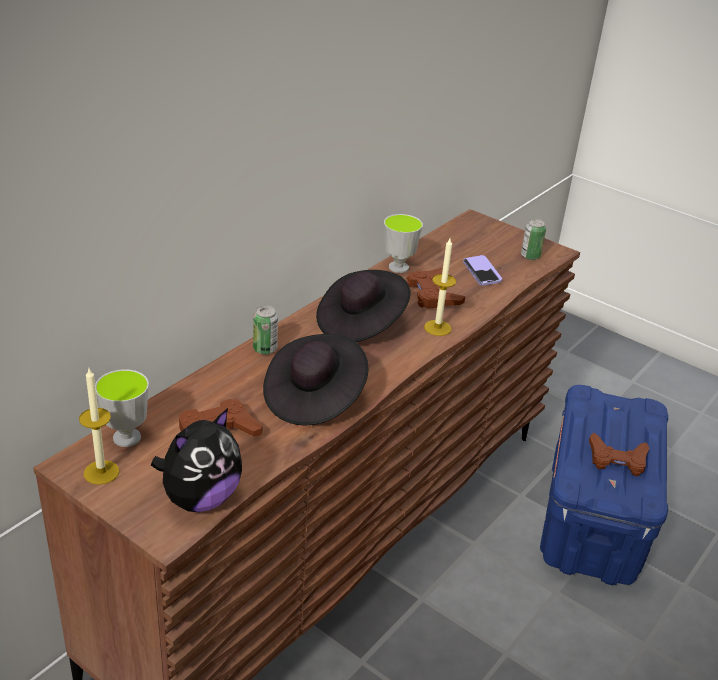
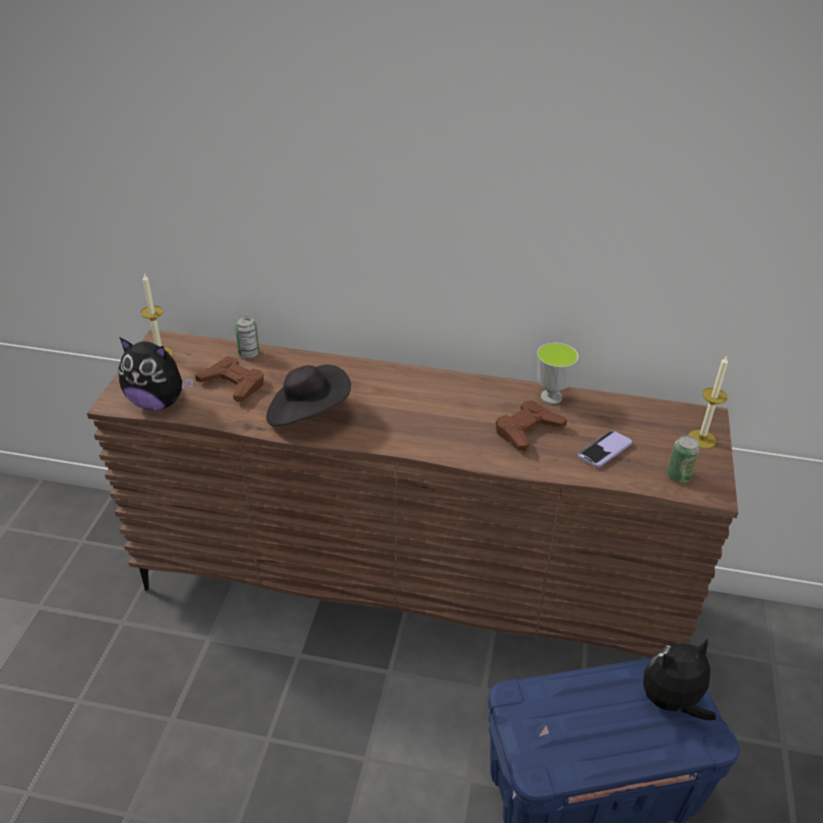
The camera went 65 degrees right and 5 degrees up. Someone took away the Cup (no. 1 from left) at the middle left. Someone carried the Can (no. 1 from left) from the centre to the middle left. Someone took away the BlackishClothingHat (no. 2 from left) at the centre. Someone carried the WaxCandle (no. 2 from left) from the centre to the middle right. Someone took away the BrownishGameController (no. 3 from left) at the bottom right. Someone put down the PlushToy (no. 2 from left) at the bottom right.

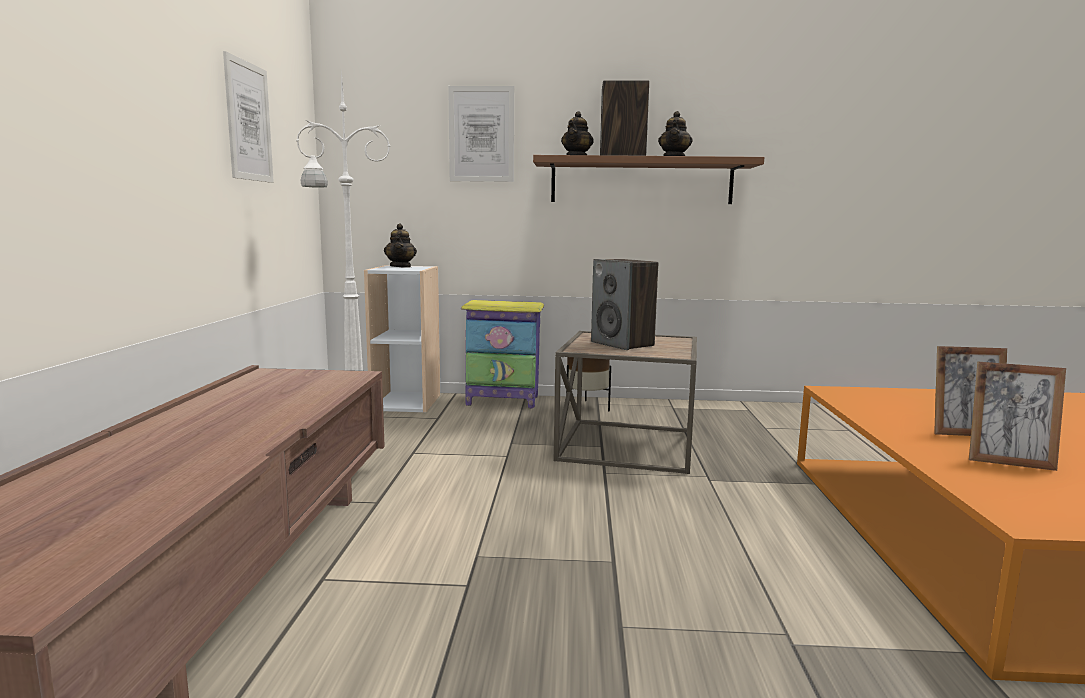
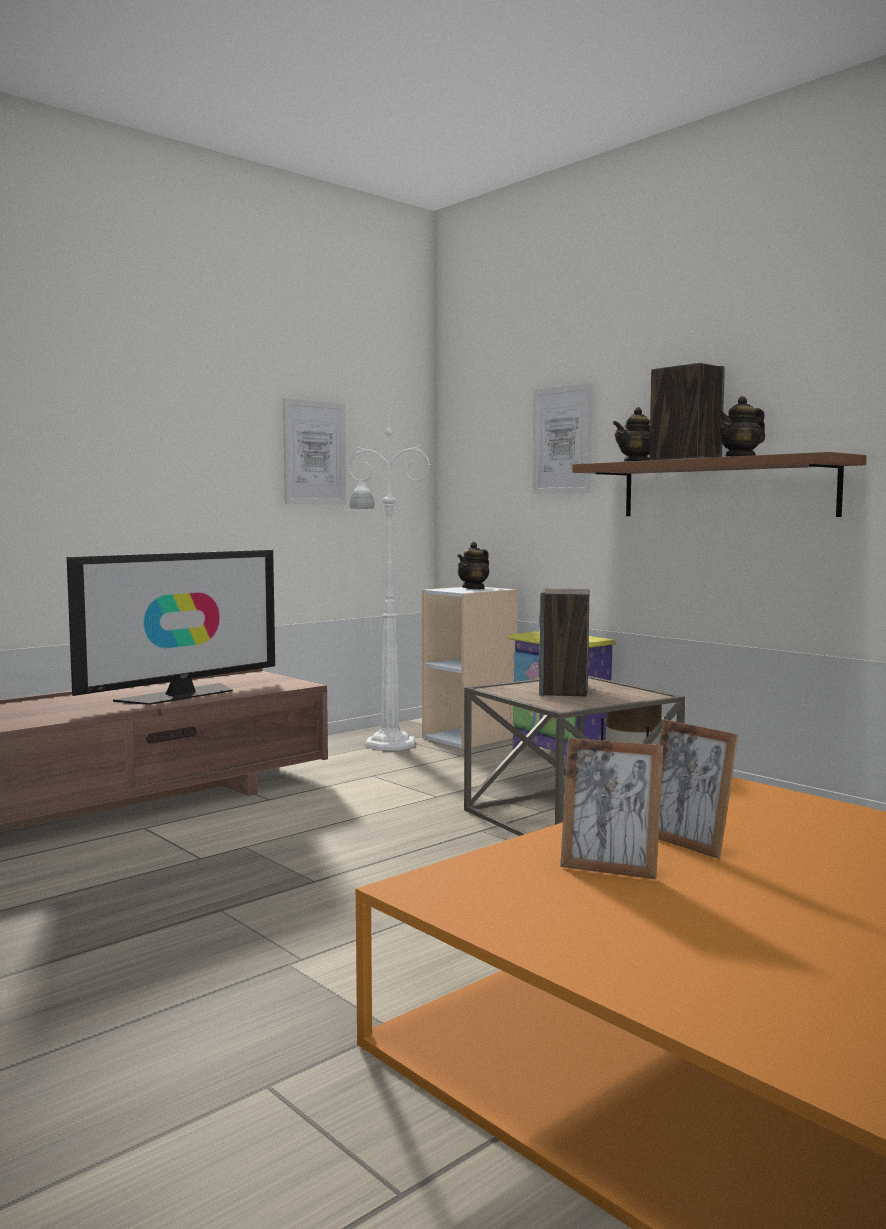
The camera went 45 degrees right and 5 degrees down. Someone rotated the PhotoFrame (no. 2 from left in the first image) at the middle right by 45 degrees counterclockwise. Someone put down the TvSet at the middle left.

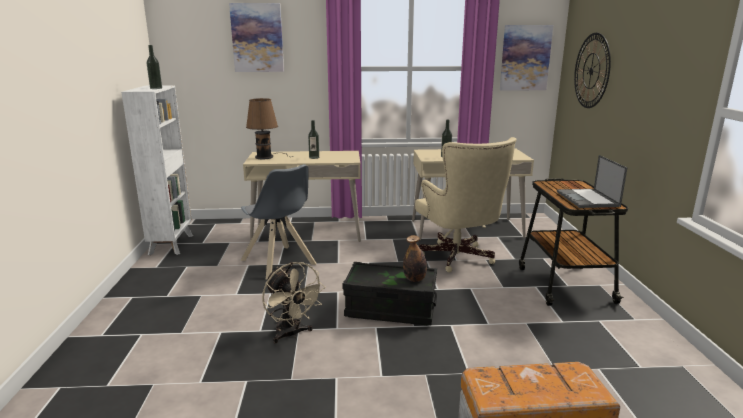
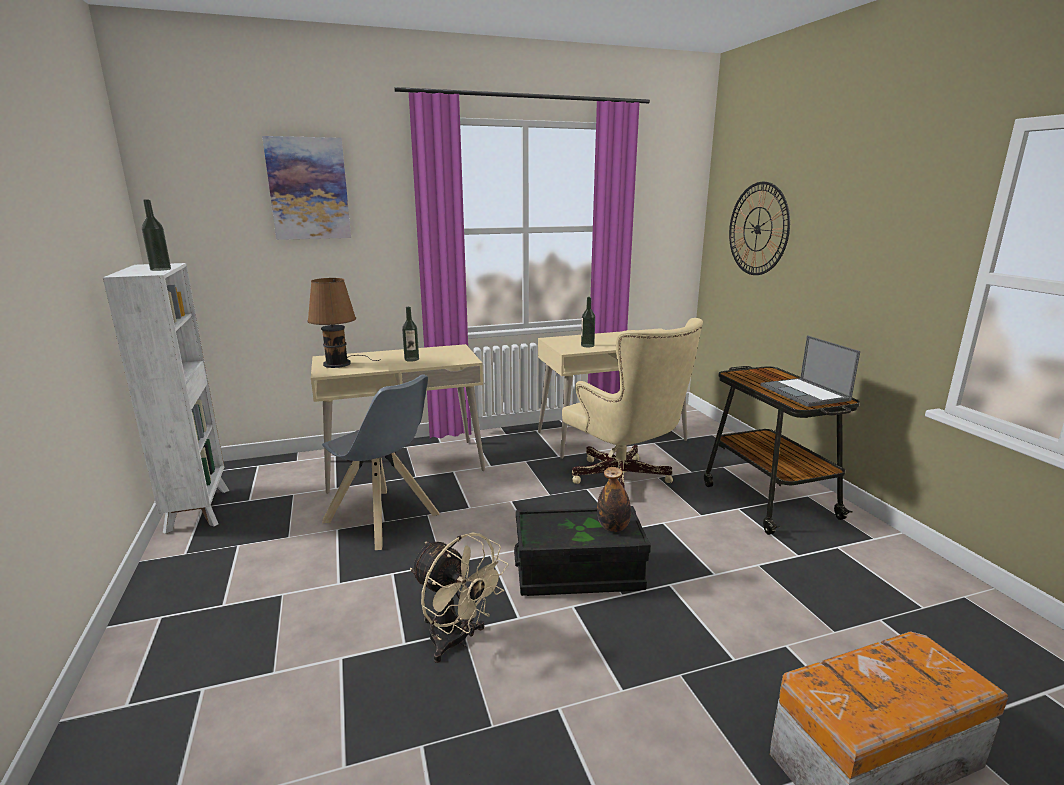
The camera went 15 degrees left and 0 degrees up. Someone took away the WallArt (no. 2 from left) at the top right.

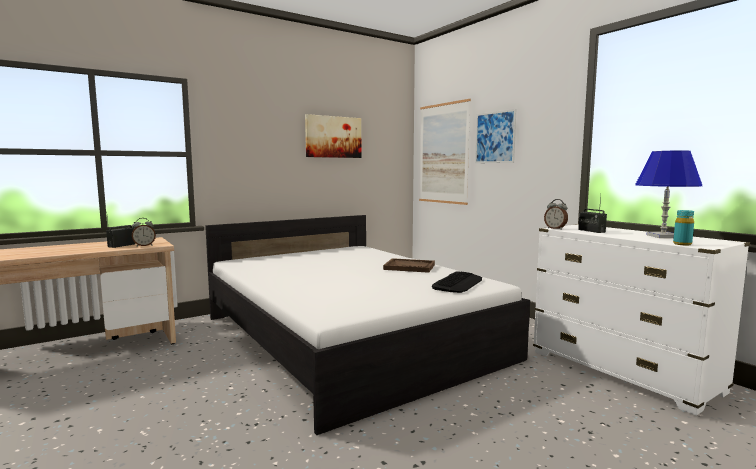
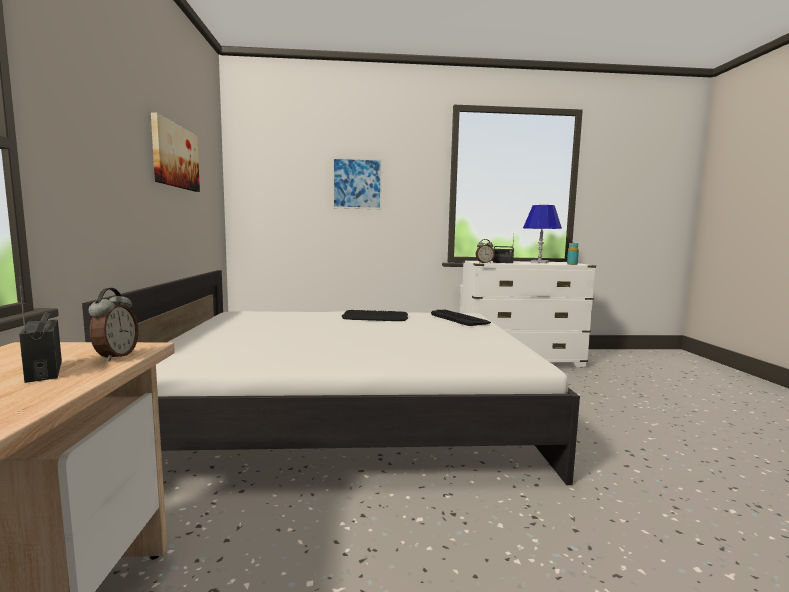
The camera went 60 degrees left and 0 degrees up. Someone swapped the BrownishTray at the centre for the PcKeyboard (no. 1 from left) at the centre. Someone took away the WallArt (no. 2 from left) at the top centre.

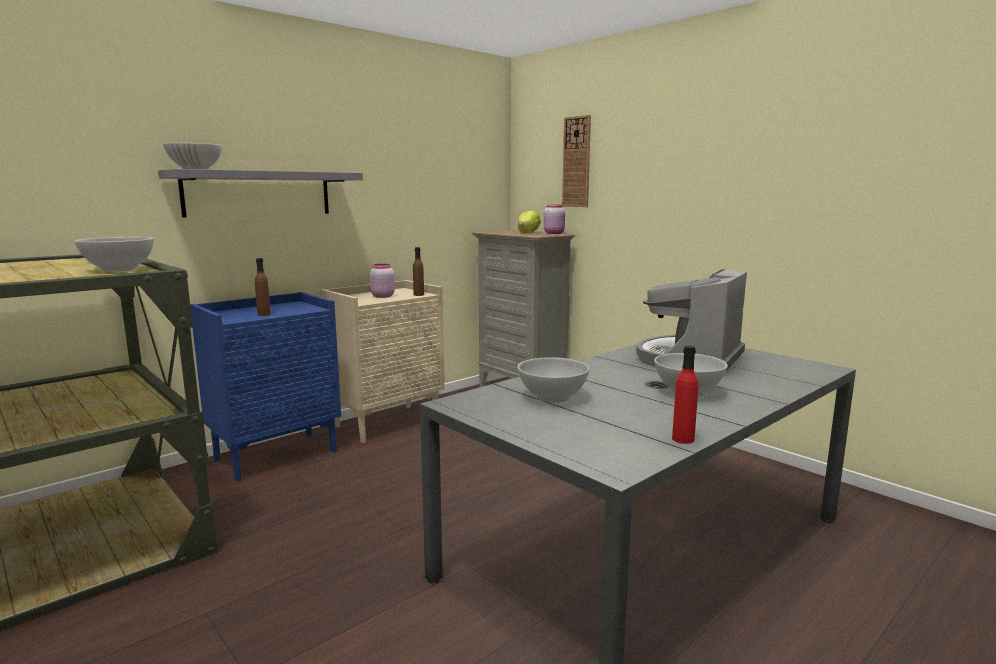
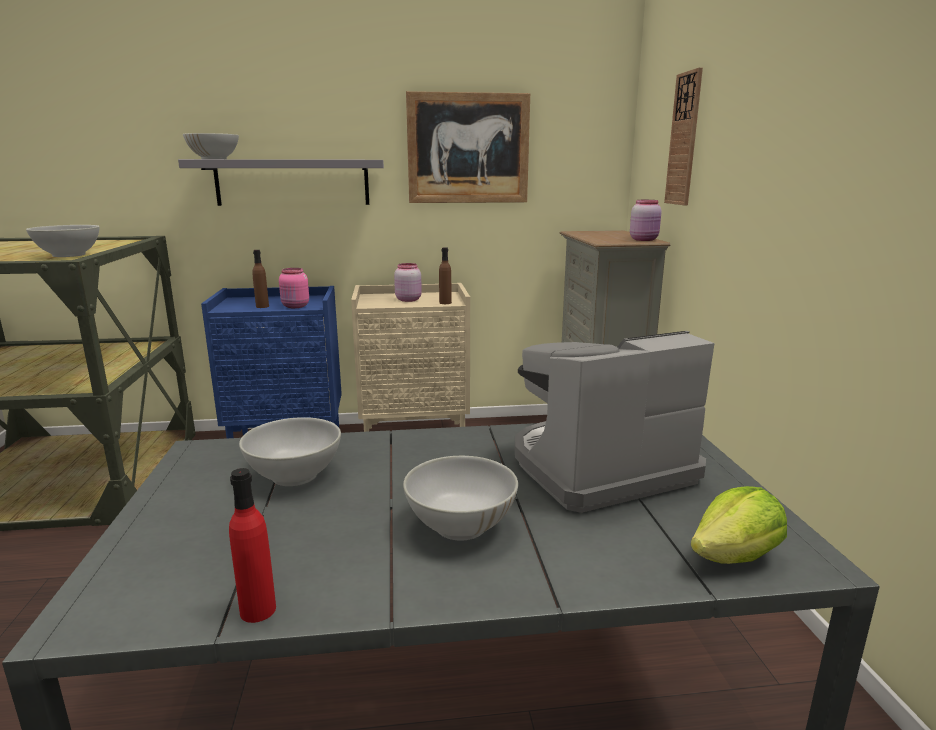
The camera went 35 degrees right and 5 degrees up. Someone carried the HeadOfLettuce from the top centre to the bottom right. Someone put down the PinkColouredPreserveJar (no. 1 from left) at the middle left. Someone put up the WallArt at the top centre.

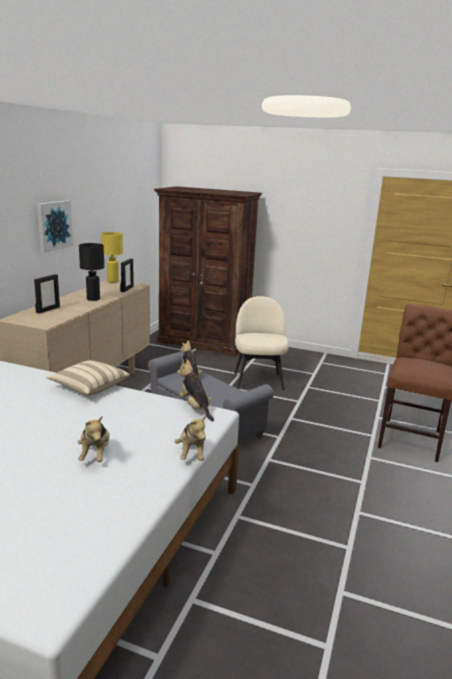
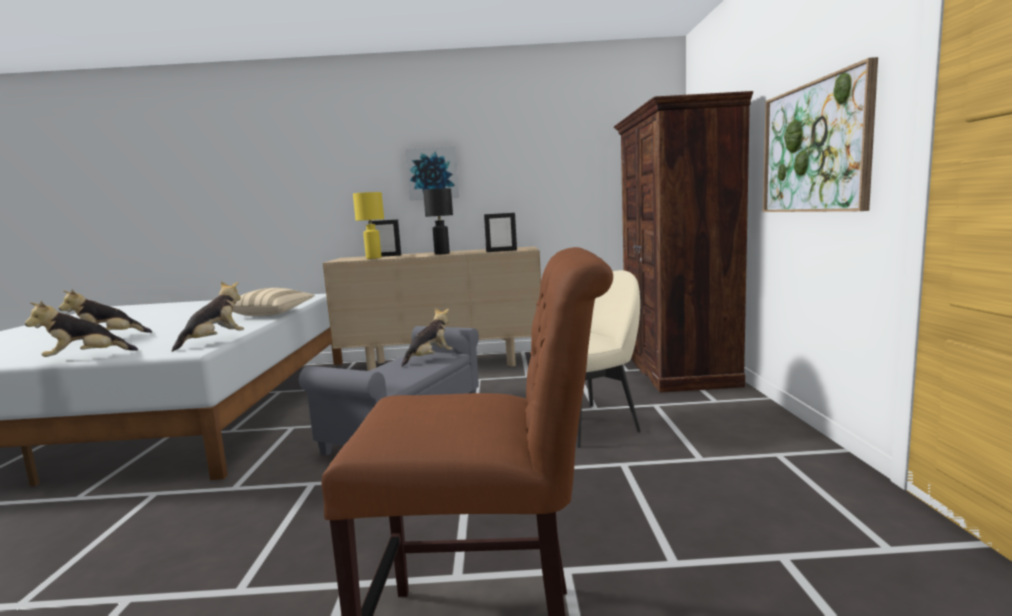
The camera went 70 degrees right and 10 degrees down. Someone carried the YellowTabletopLamp from the middle left to the centre. Someone put up the WallArt (no. 2 from left) at the top right.

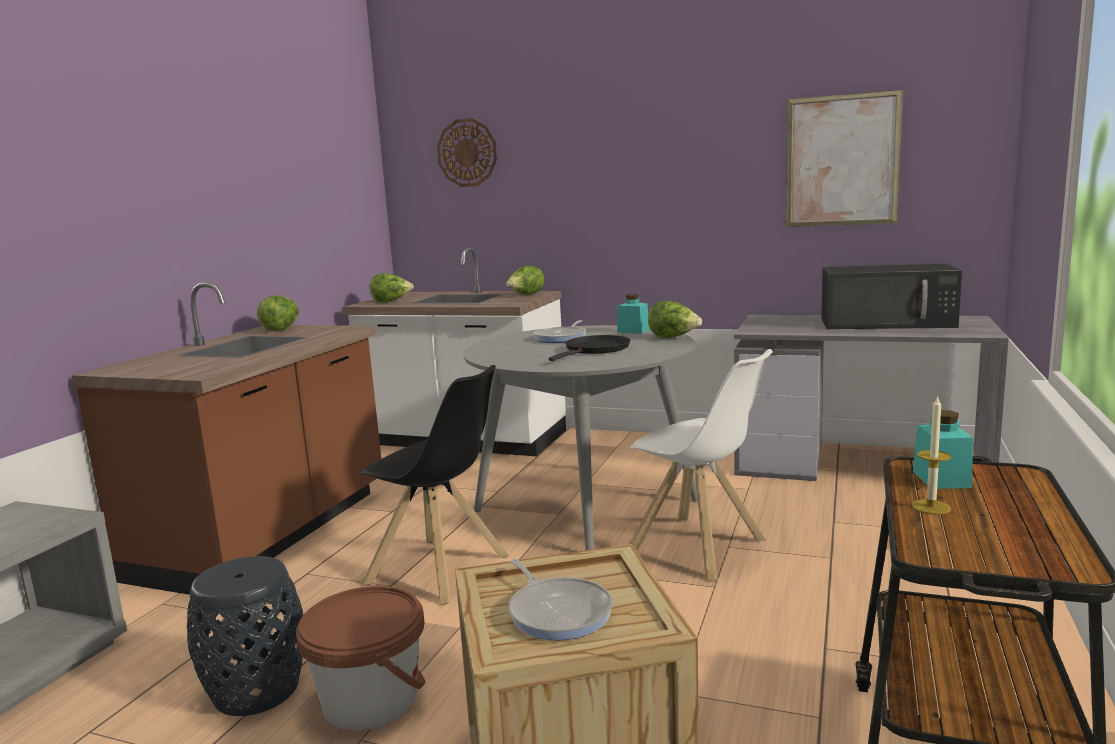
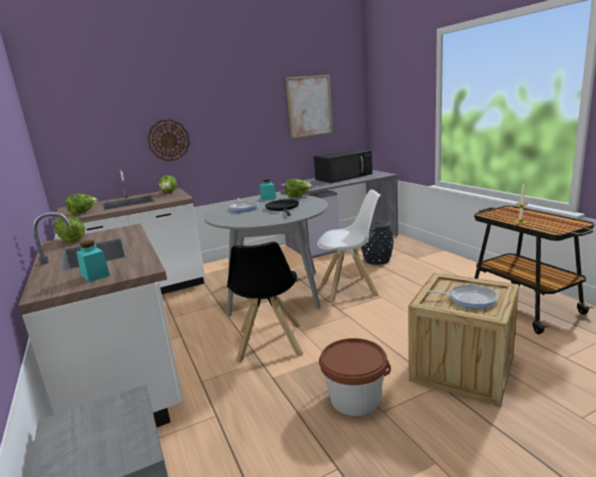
The camera went 45 degrees left and 5 degrees up. Someone repainted the BrownishKitchenCounter at the middle left, which became the WhiteColouredKitchenCounter (no. 1 from left) at the bottom left. Someone carried the BlackishStoolSeat from the bottom left to the centre. Someone rotated the BlackishPlainChair at the centre by 105 degrees clockwise. Someone carried the WallClock from the top centre to the top left. Someone carried the BlueGreenPreserveJar (no. 2 from left in the first image) from the middle right to the middle left.

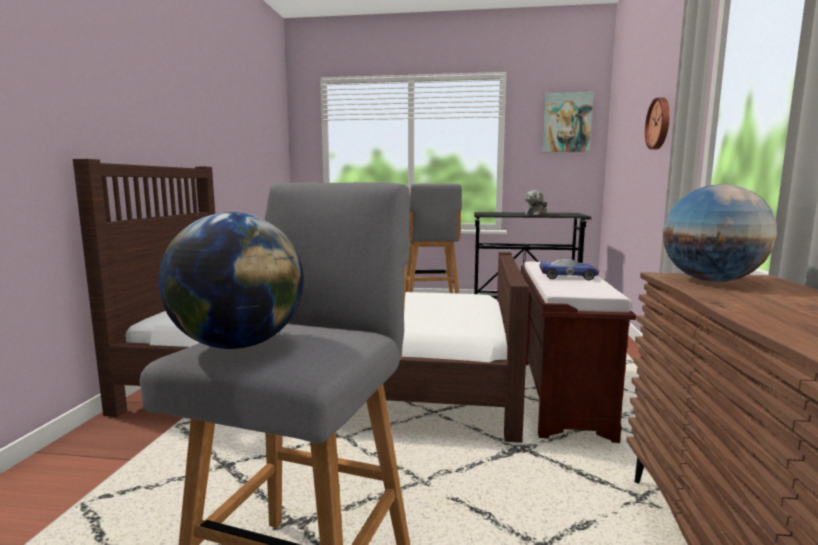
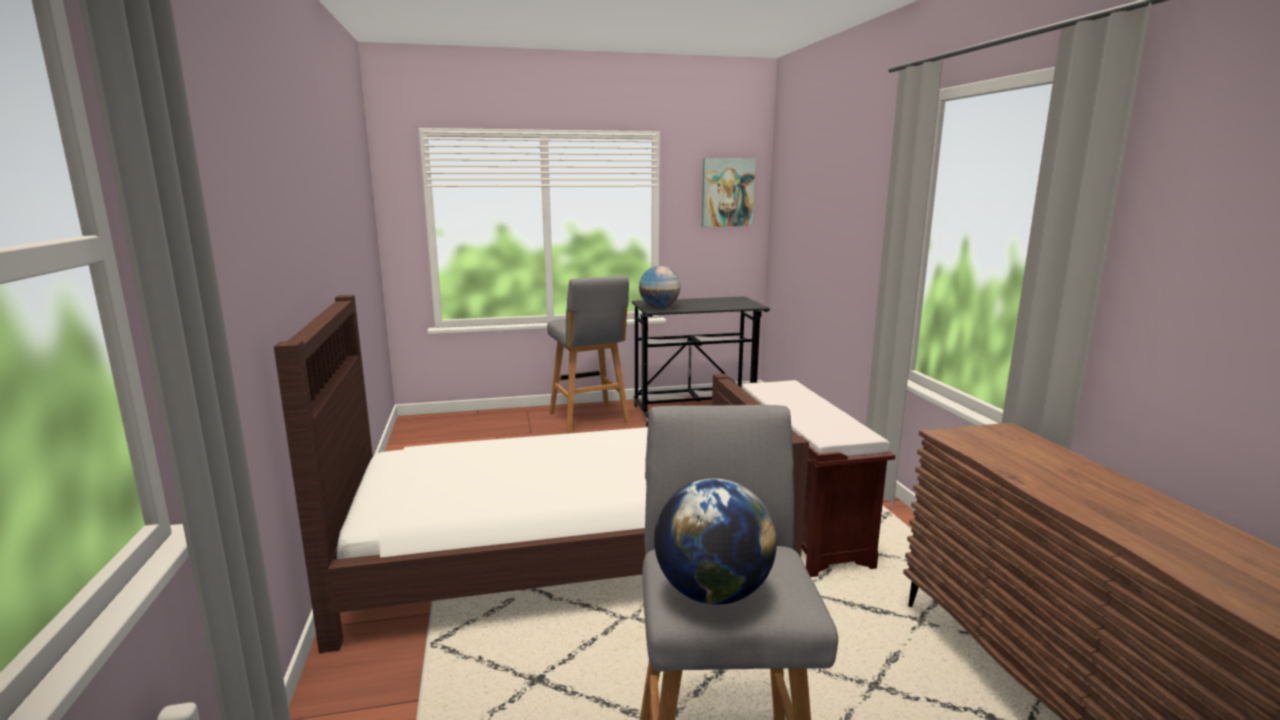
The camera went 20 degrees left and 5 degrees up. Someone took away the PlushToy at the centre. Someone took away the MiniatureCar at the middle right. Someone took away the WallClock at the top right. Someone carried the Globe (no. 2 from left in the first image) from the middle right to the centre.

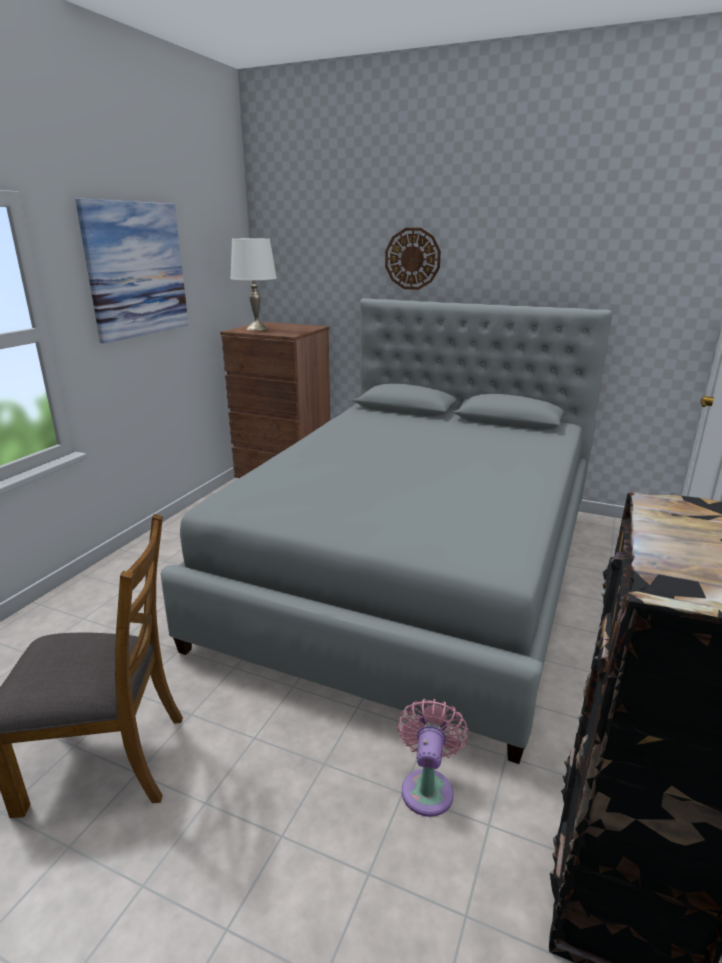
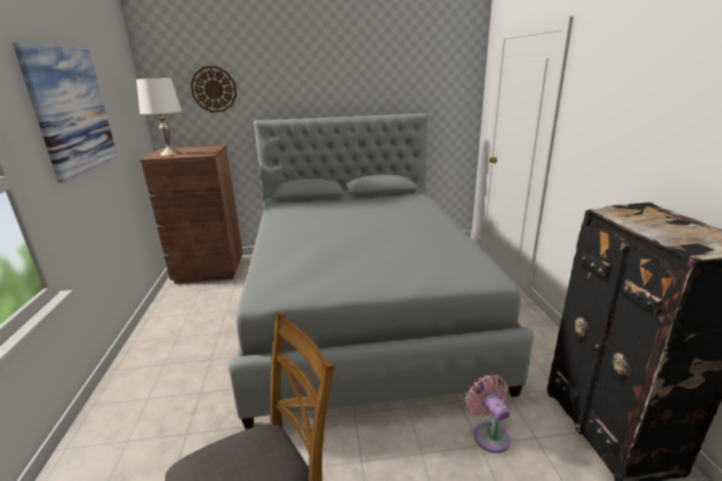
The camera went 30 degrees left and 0 degrees up. Someone carried the WallClock from the top centre to the top left.

